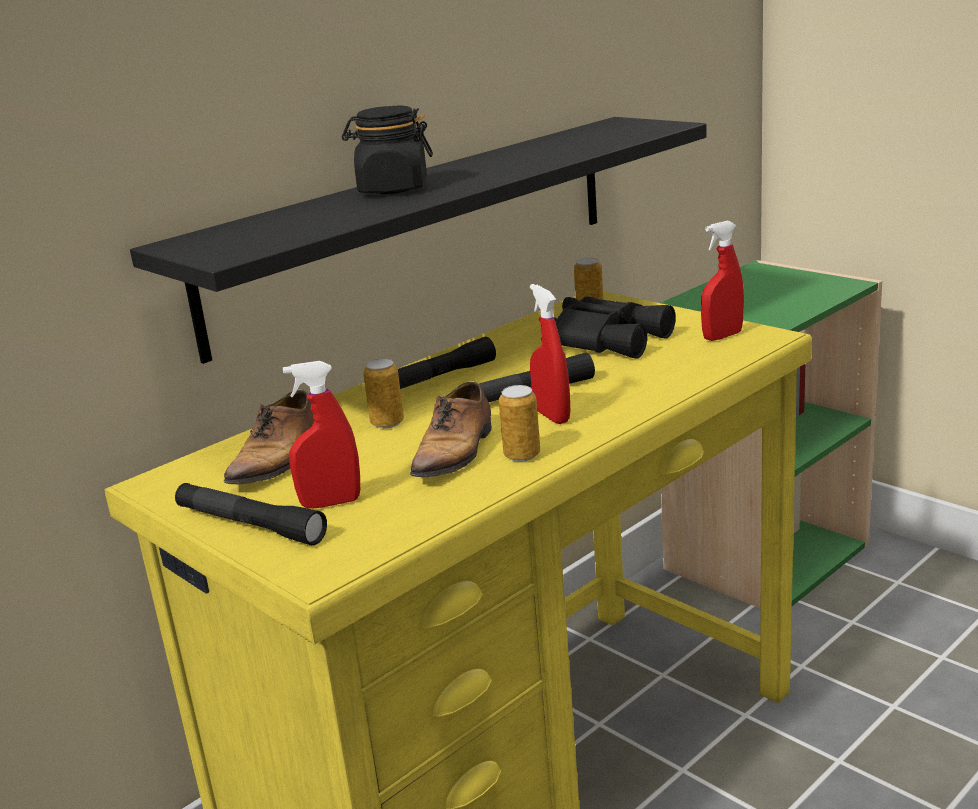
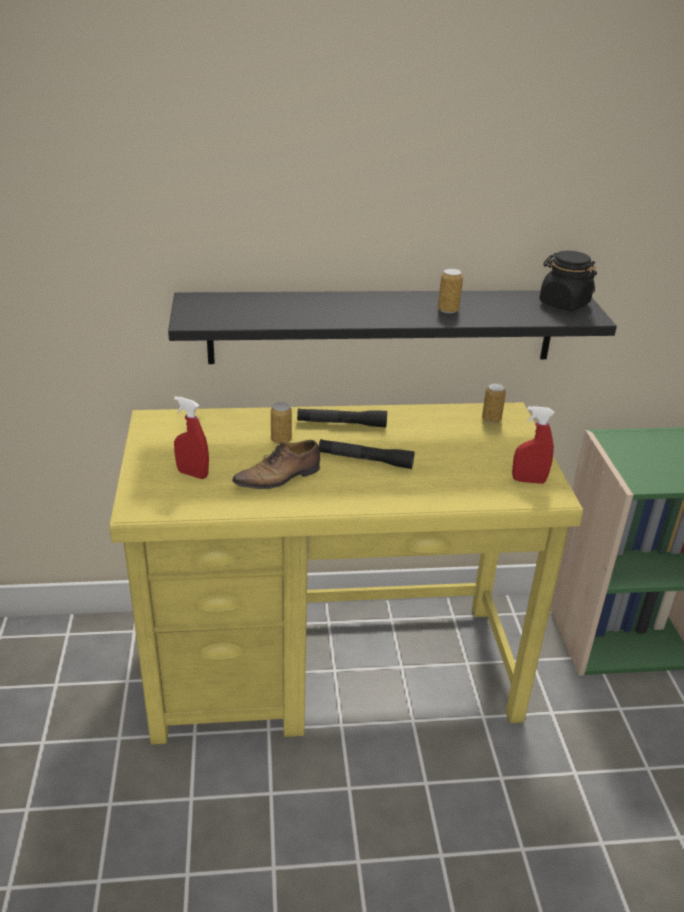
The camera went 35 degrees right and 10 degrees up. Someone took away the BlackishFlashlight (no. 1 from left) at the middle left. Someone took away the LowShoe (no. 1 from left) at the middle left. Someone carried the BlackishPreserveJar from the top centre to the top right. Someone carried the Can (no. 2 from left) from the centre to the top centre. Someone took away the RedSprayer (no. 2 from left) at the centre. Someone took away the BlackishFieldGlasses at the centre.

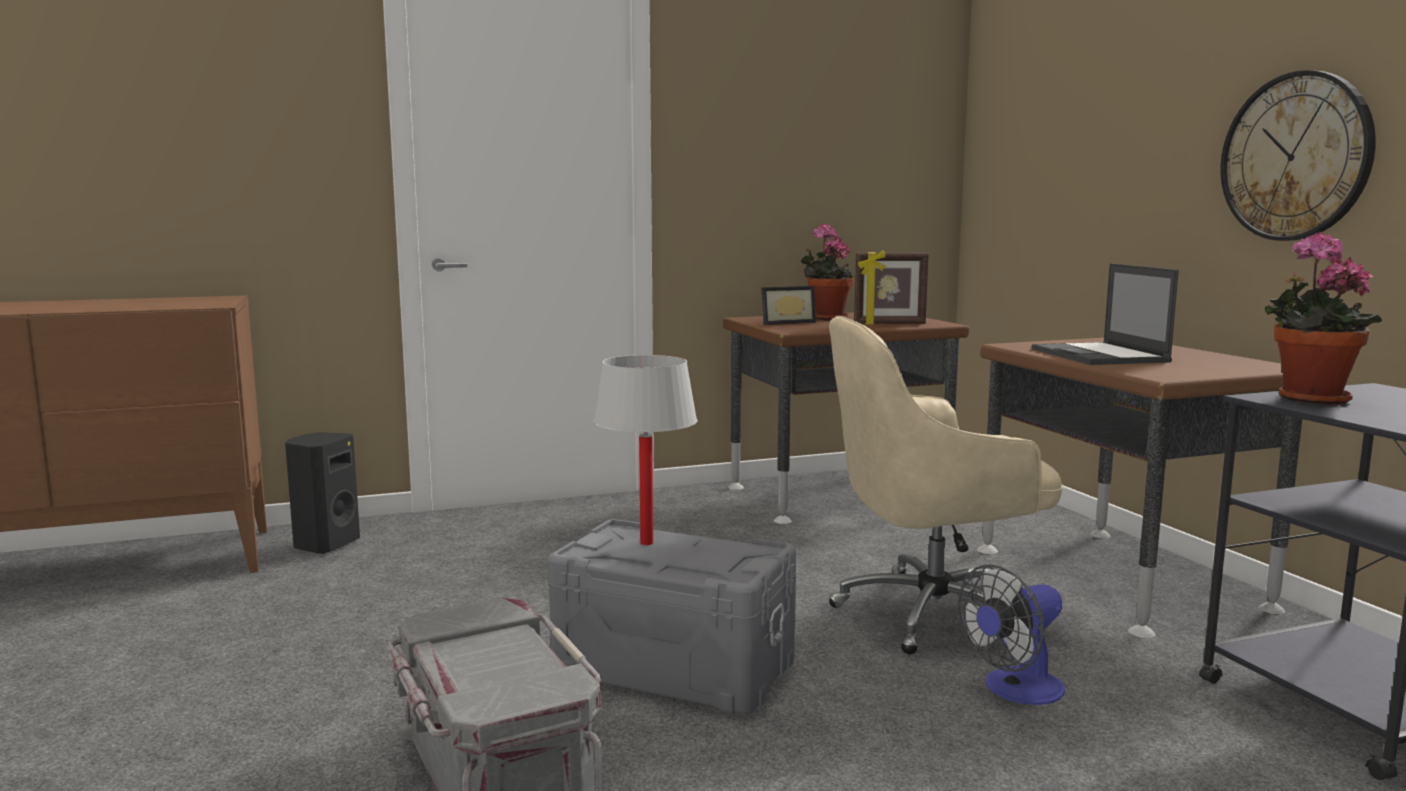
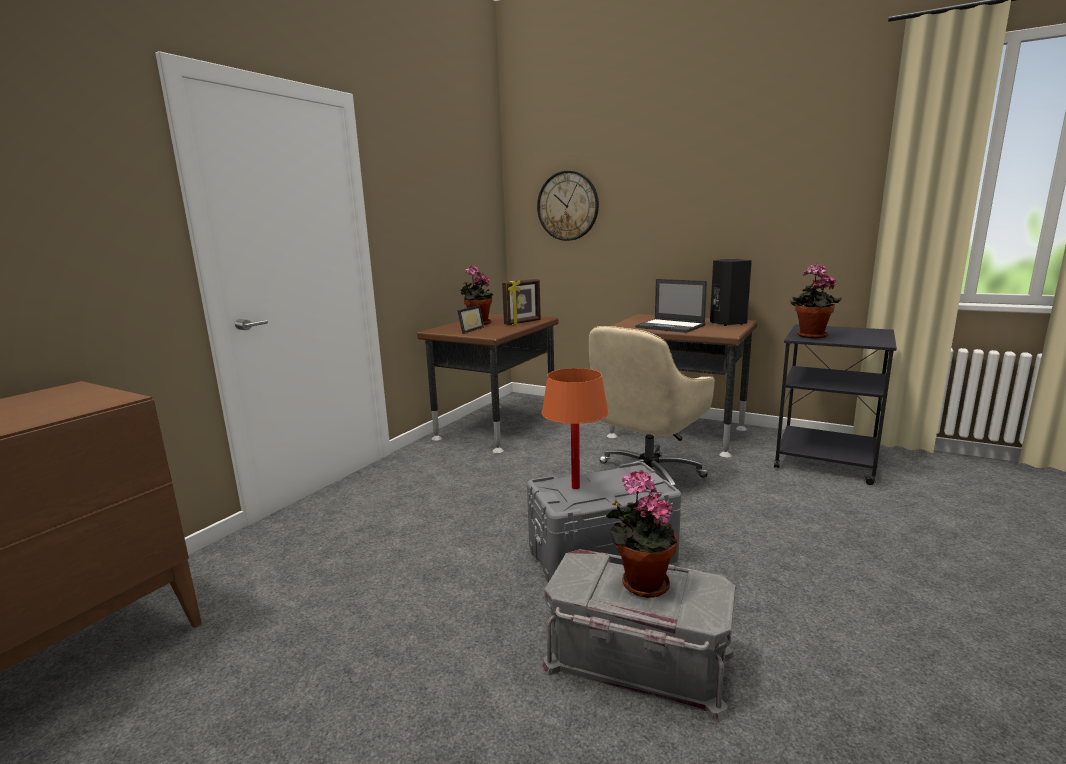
The camera went 40 degrees left and 5 degrees up. Someone carried the BlackishSpeaker from the middle left to the middle right. Someone repainted the WhiteColouredTabletopLamp at the centre, which became the OrangeColouredTabletopLamp at the centre. Someone took away the CoolingFan at the bottom right. Someone carried the WallClock from the top right to the top centre. Someone put down the Houseplant (no. 2 from left) at the bottom centre.

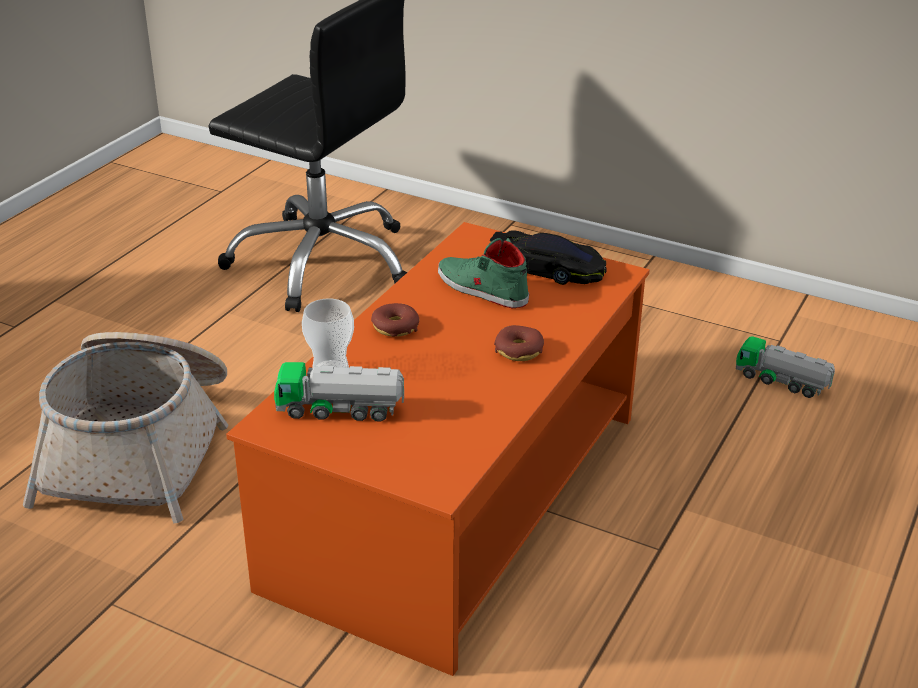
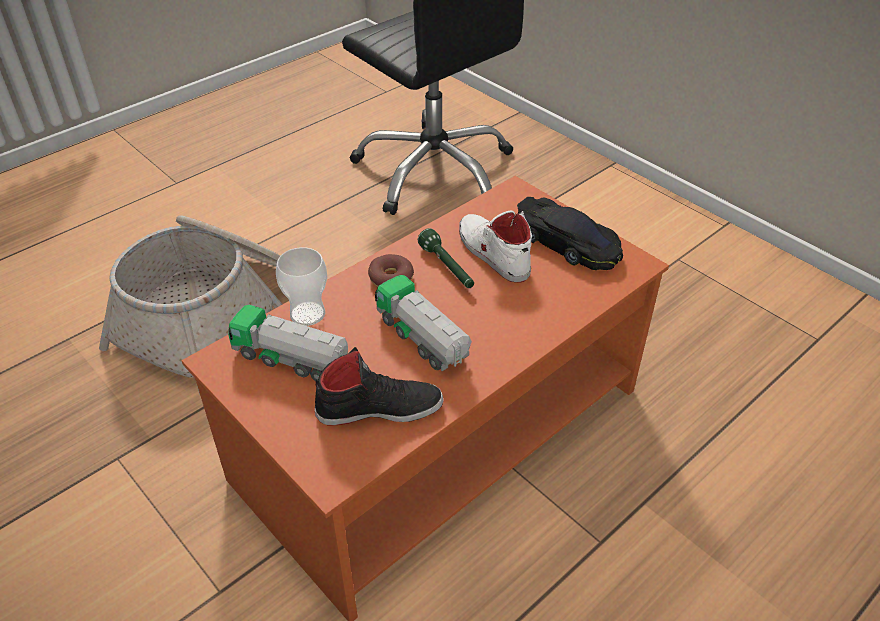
The camera went 20 degrees right and 10 degrees up. Someone repainted the GreenColouredLowShoe at the centre, which became the WhiteColouredLowShoe at the centre. Someone took away the RingDoughnut (no. 2 from left) at the centre. Someone carried the ToyLorry (no. 2 from left) from the middle right to the centre. Someone put down the BlackishLowShoe at the centre. Someone put down the GreenColouredFlashlight at the centre.

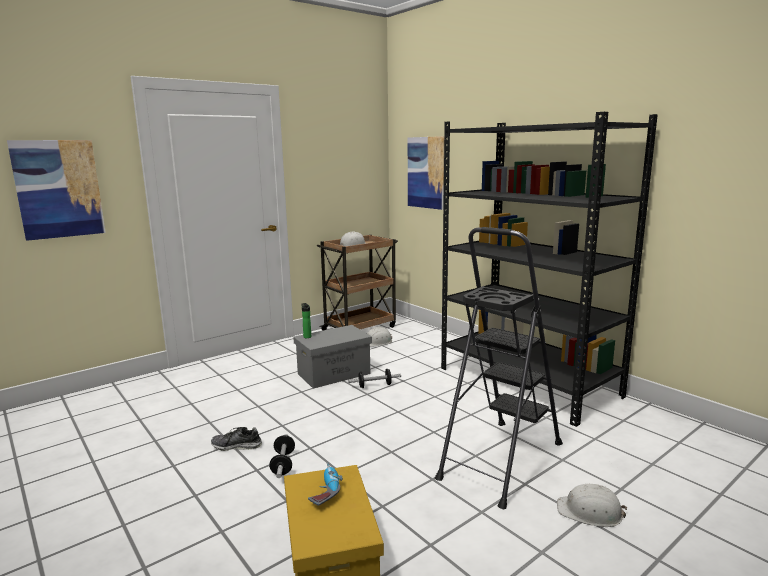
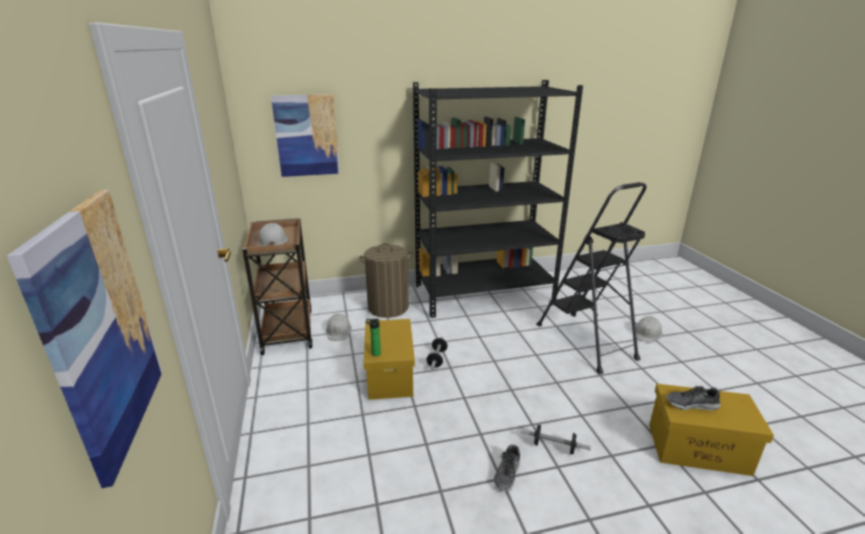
The camera went 65 degrees left and 10 degrees up. Someone repainted the GreyStorageBin at the centre, which became the YellowStorageBin (no. 1 from left) at the bottom centre. Someone swapped the PowerDrill at the bottom centre for the LowShoe (no. 2 from left) at the bottom right. Someone put down the LaundryBasket at the centre.

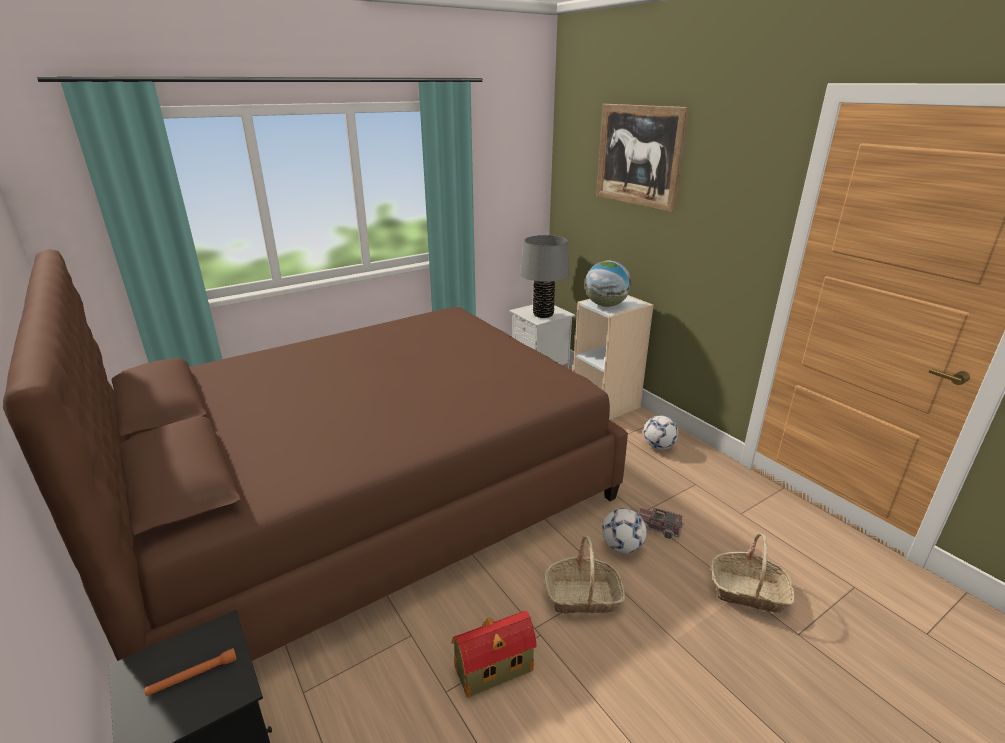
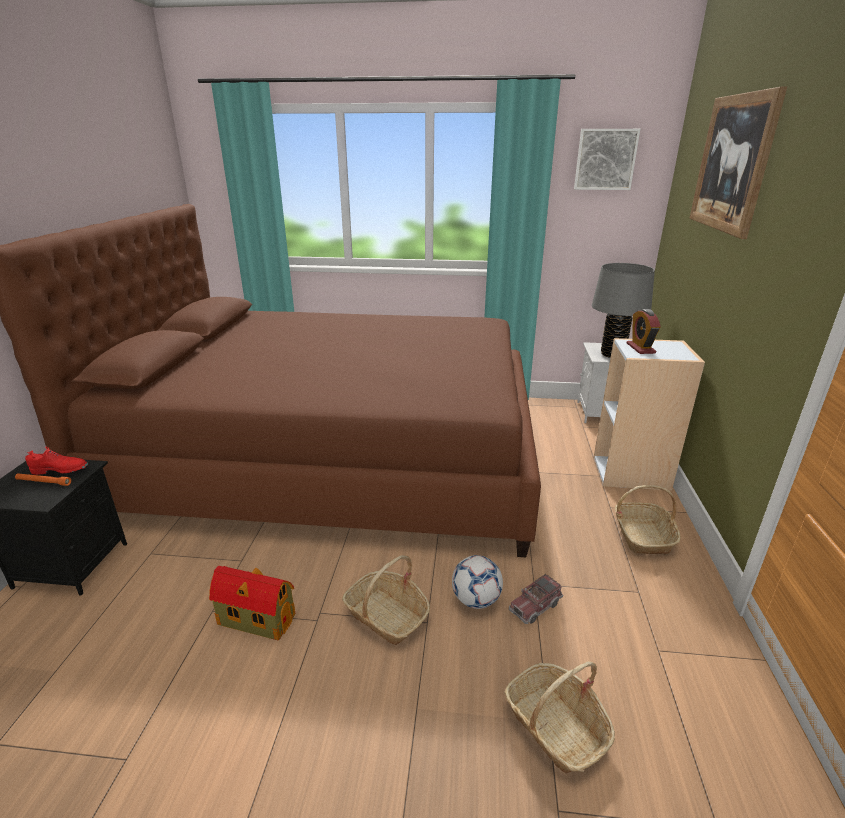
The camera went 40 degrees right and 0 degrees up. Someone swapped the Globe at the centre for the AlarmClock at the middle right. Someone rotated the ToyLorry at the bottom centre by 105 degrees counterclockwise. Someone swapped the Football (no. 2 from left) at the centre for the HouseholdBasket (no. 3 from left) at the middle right. Someone put down the RedLowShoe at the middle left. Someone put up the WallArt (no. 1 from left) at the top right.

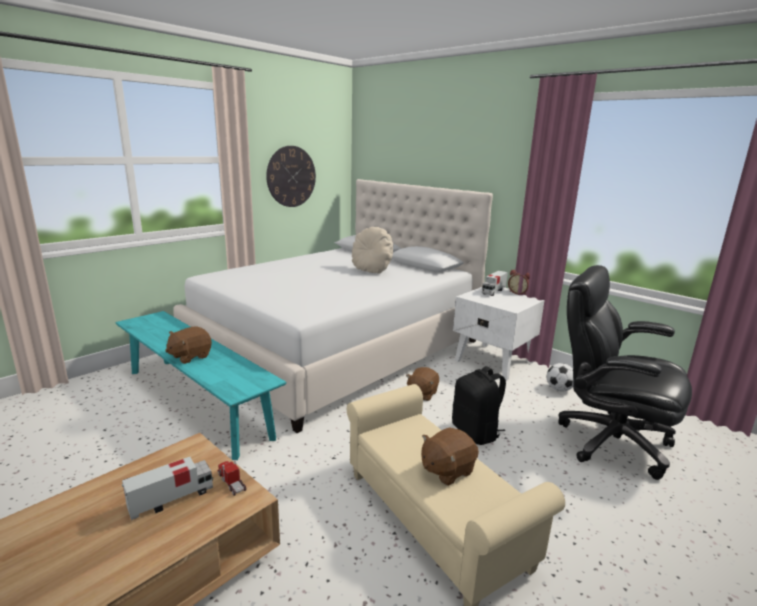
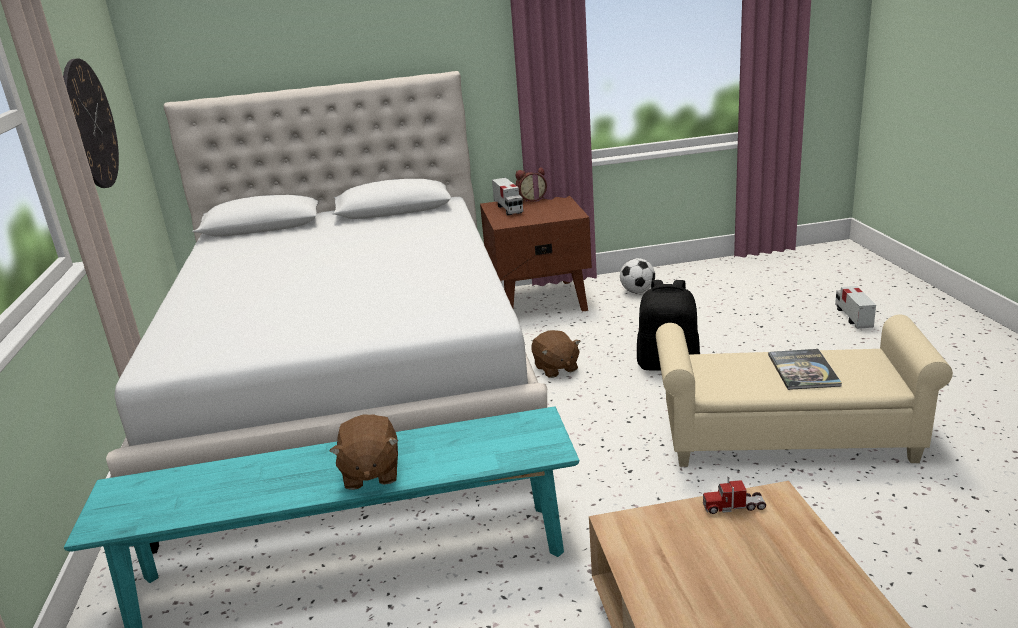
The camera went 50 degrees left and 5 degrees up. Someone carried the ToyLorry (no. 1 from left in the first image) from the bottom left to the middle right. Someone took away the BeigeThrowPillow at the centre. Someone swapped the BrownishPlushToy (no. 3 from left) at the bottom centre for the Book at the middle right. Someone repainted the WhiteColouredNightTable at the centre, which became the BrownishNightTable at the centre. Someone took away the BlackishOfficeChair at the middle right.

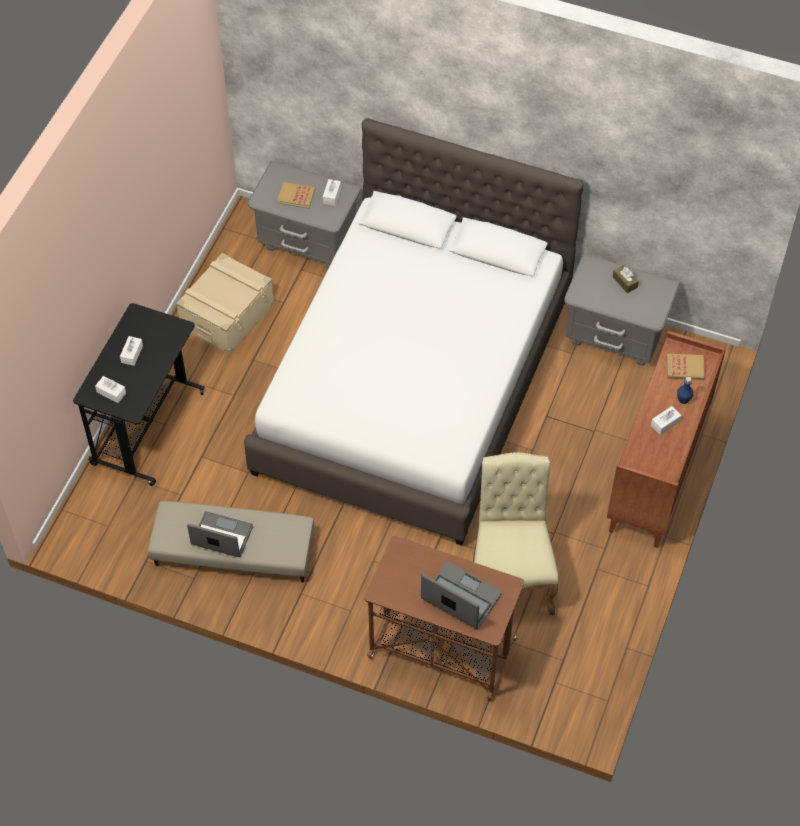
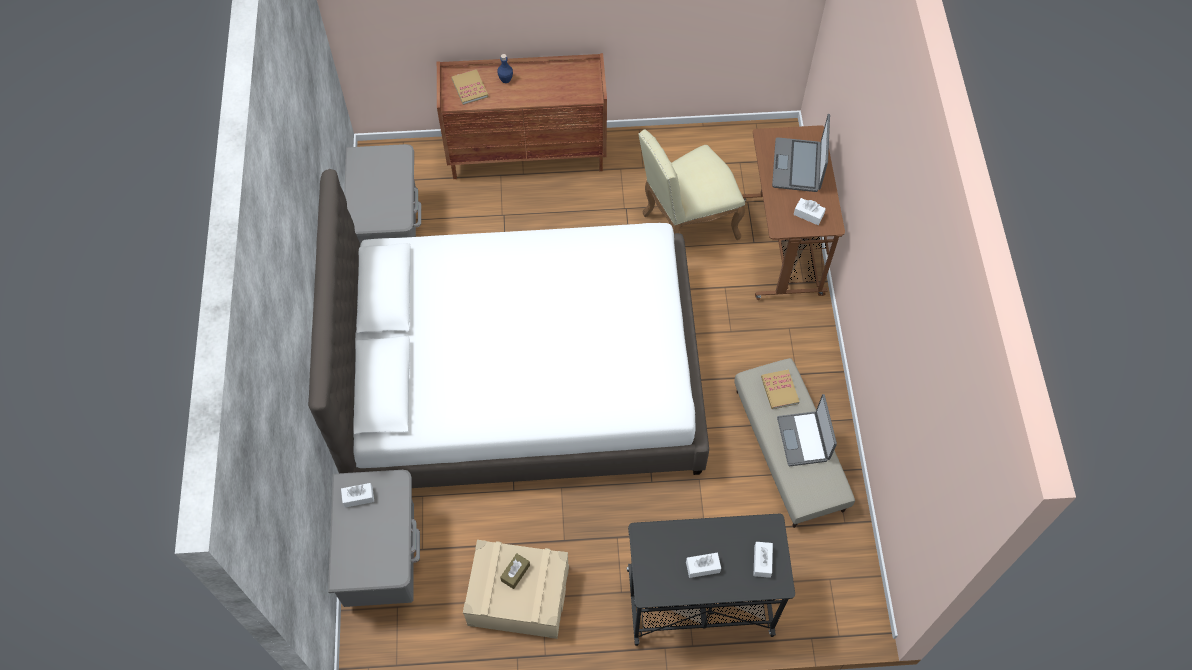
The camera went 115 degrees left and 5 degrees up. Someone carried the Book (no. 1 from left in the first image) from the top centre to the centre. Someone carried the BrownishTissueHolder from the middle right to the bottom centre. Someone carried the WhiteColouredTissueHolder (no. 4 from left) from the middle right to the top right.

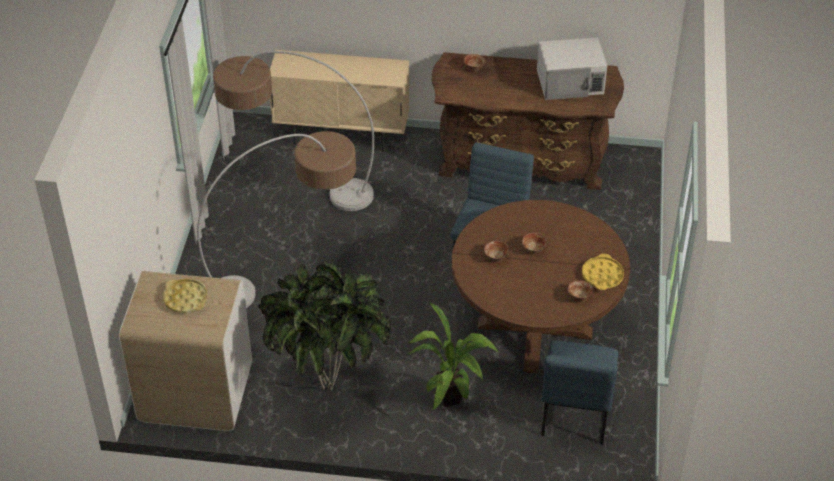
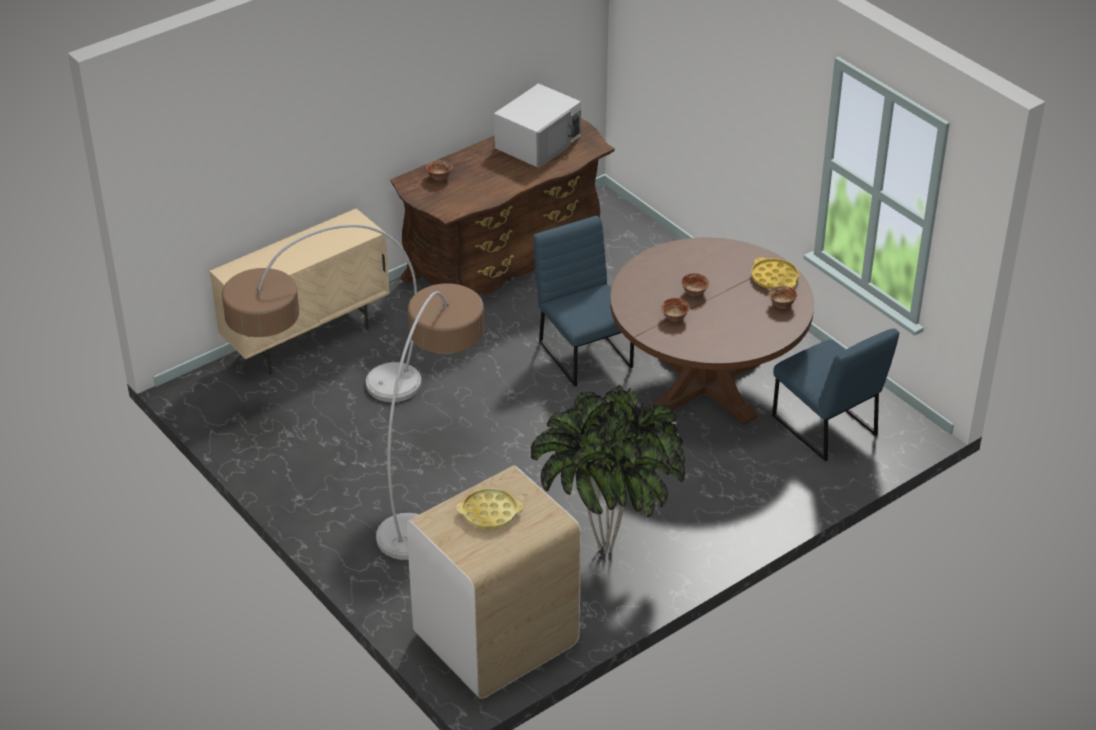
The camera went 45 degrees left and 5 degrees down. Someone took away the Houseplant (no. 2 from left) at the bottom centre.

